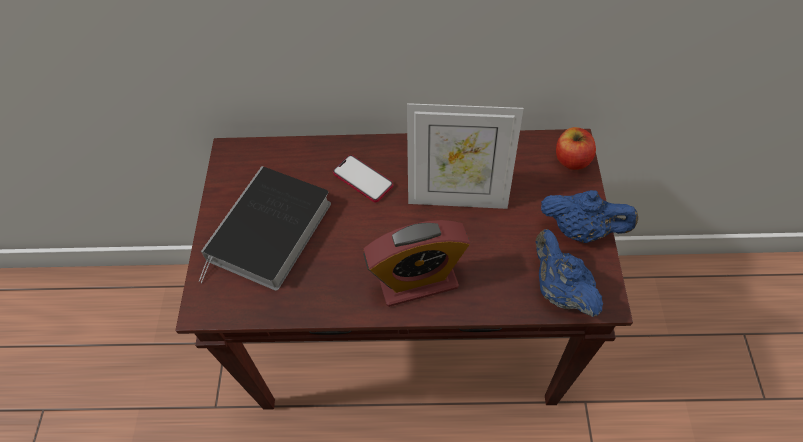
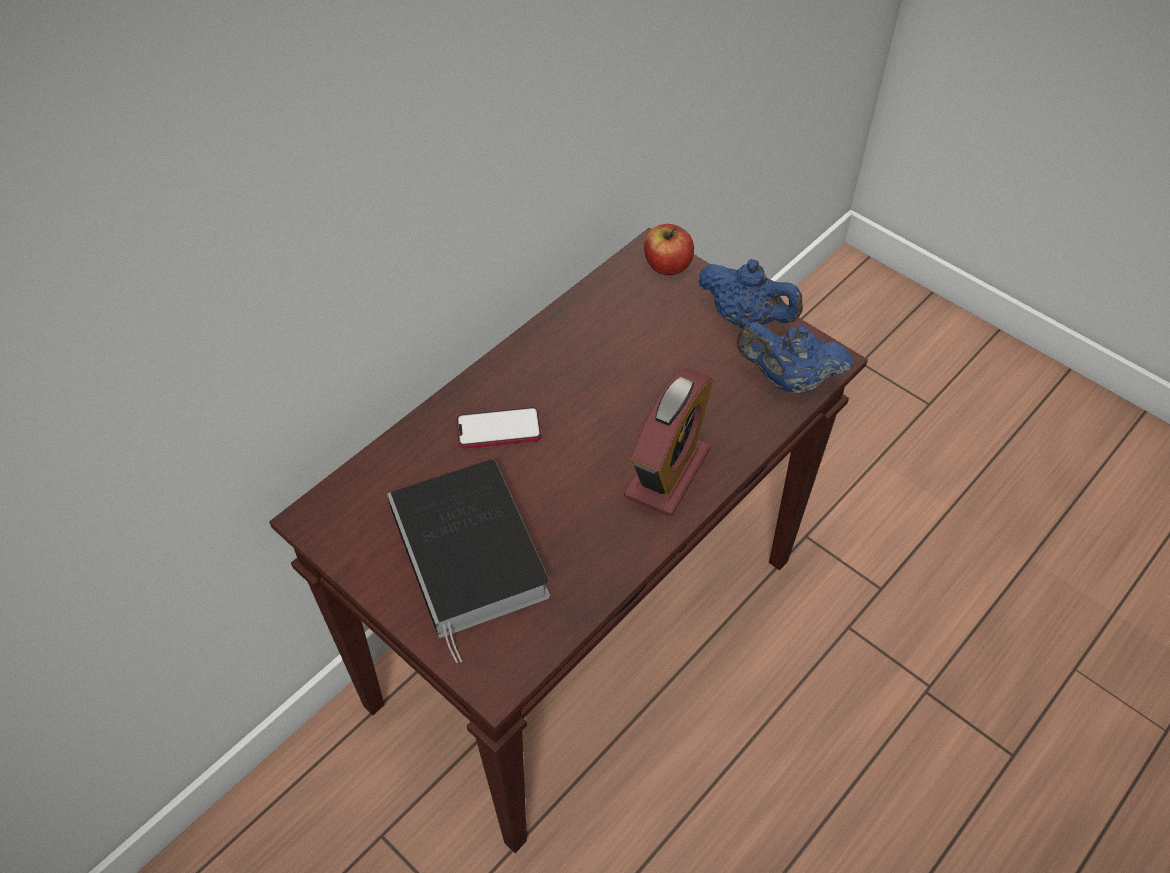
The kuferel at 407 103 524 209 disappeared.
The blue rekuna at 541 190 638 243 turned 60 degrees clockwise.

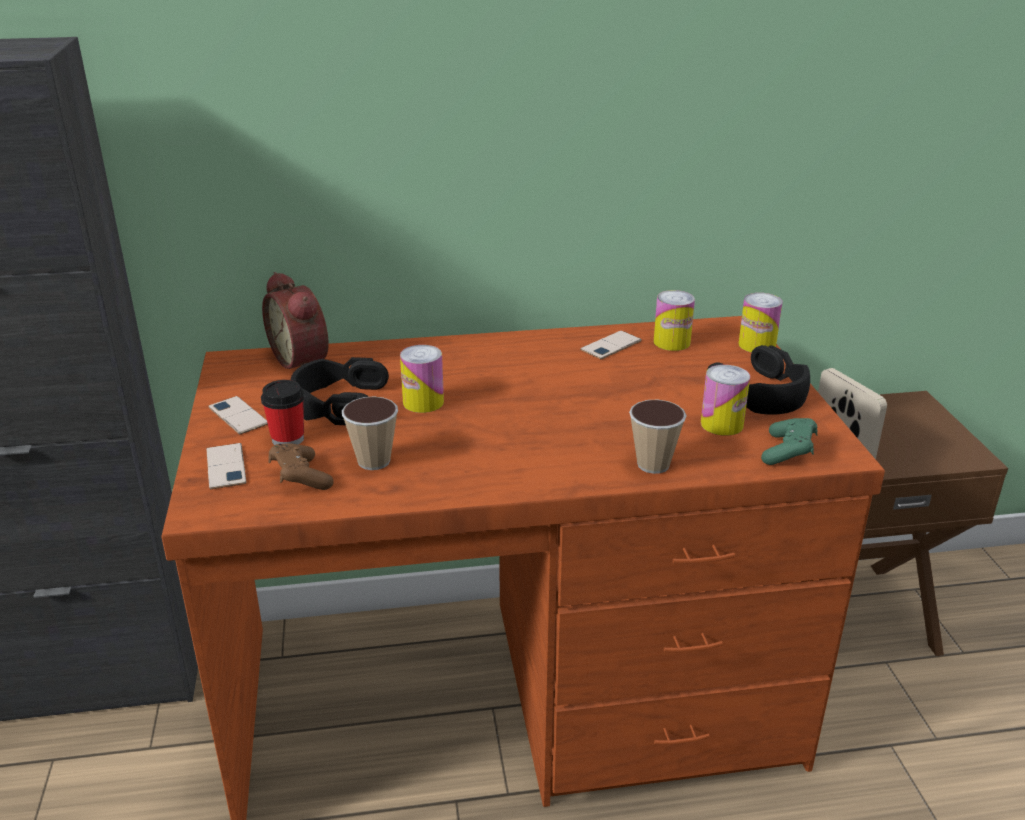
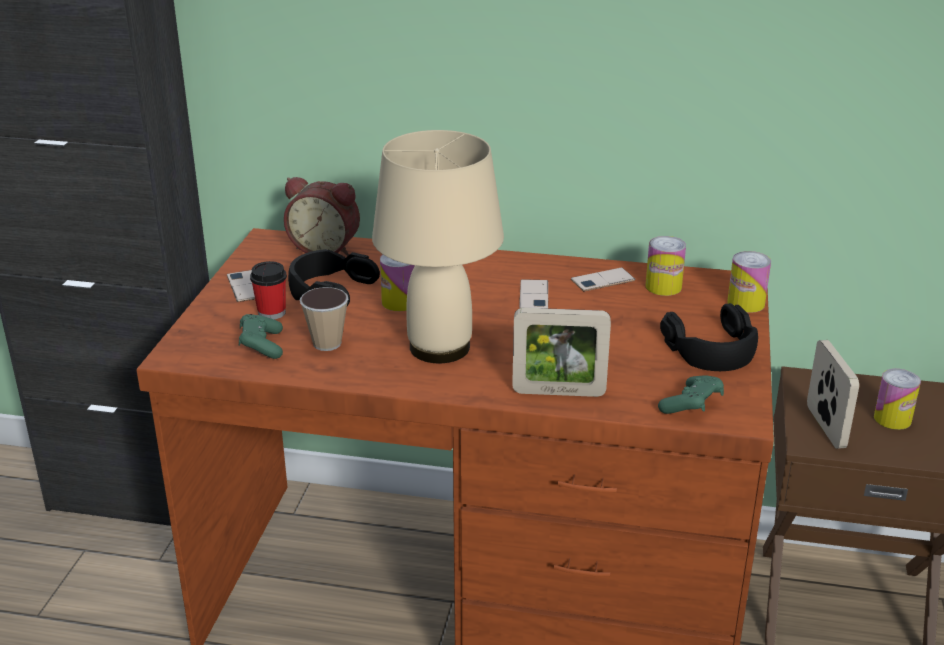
The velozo at 262 272 328 369 turned 60 degrees counterclockwise.
The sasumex moved from 701 365 750 436 to 874 369 921 430.
The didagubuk at 629 400 687 474 was replaced by the kuferel at 512 308 611 397.
The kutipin moved from 206 443 246 489 to 519 279 549 309.
The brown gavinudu at 268 443 334 490 became the green gavinudu at 238 314 283 359.
The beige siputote at 372 130 504 364 appeared.

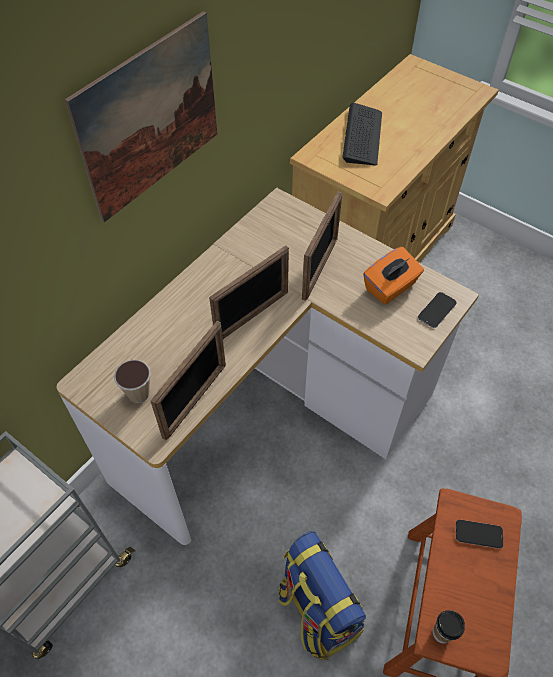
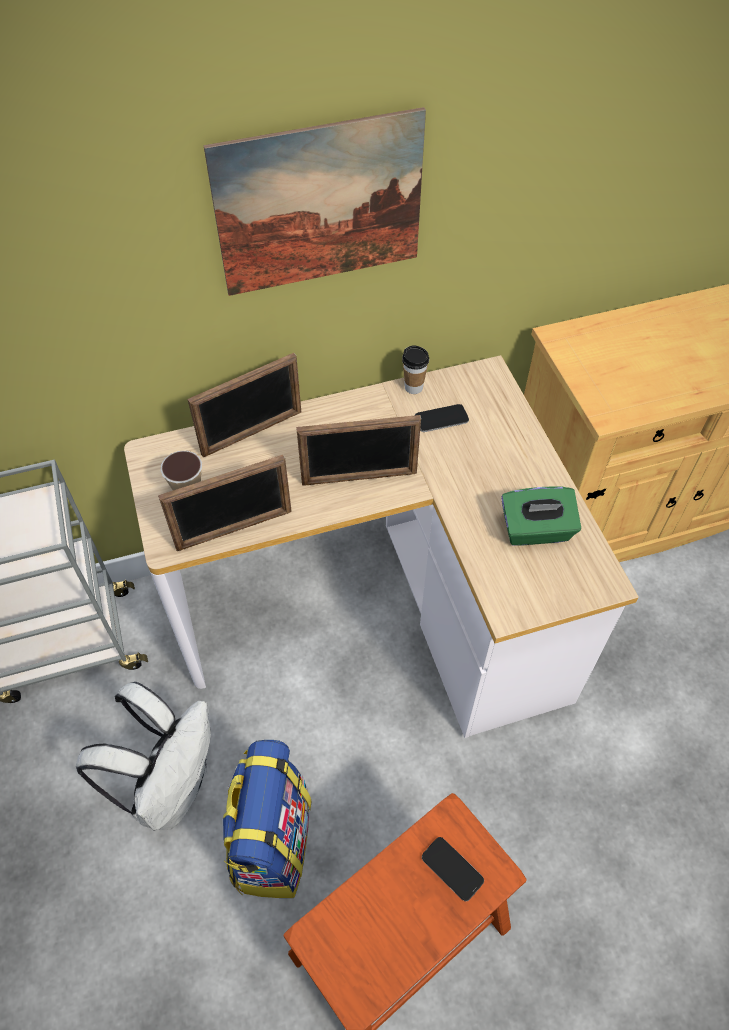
The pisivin at 342 103 382 165 disappeared.
The kuferel moved from 302 192 342 301 to 187 353 301 458.
The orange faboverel at 363 247 424 304 became the green faboverel at 501 487 581 546.
The kutipin moved from 418 292 457 328 to 415 404 469 432.
The didagubuk moved from 433 610 465 643 to 402 346 429 394.
The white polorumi at 76 682 211 831 appeared.

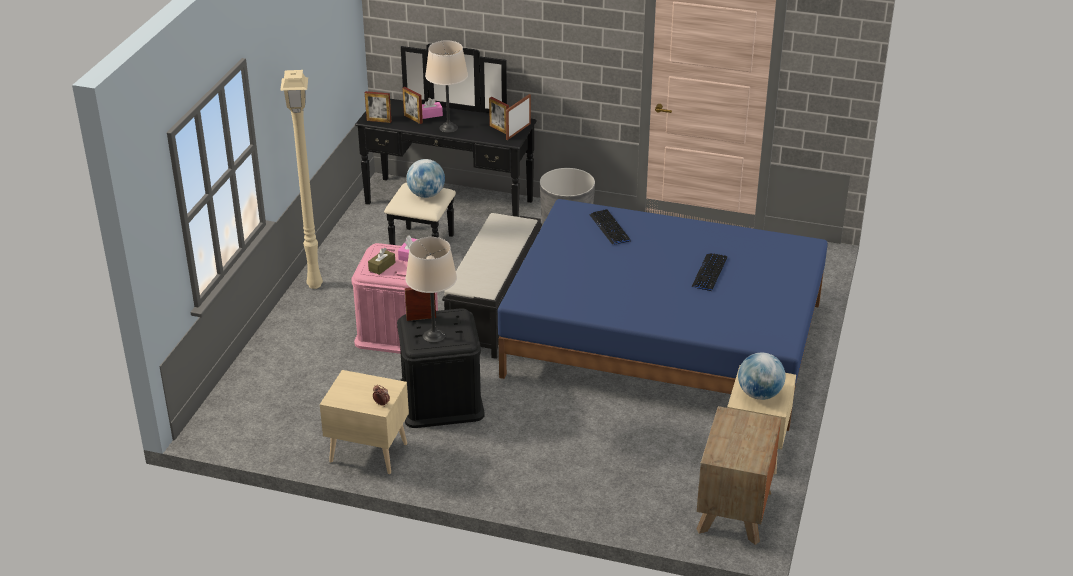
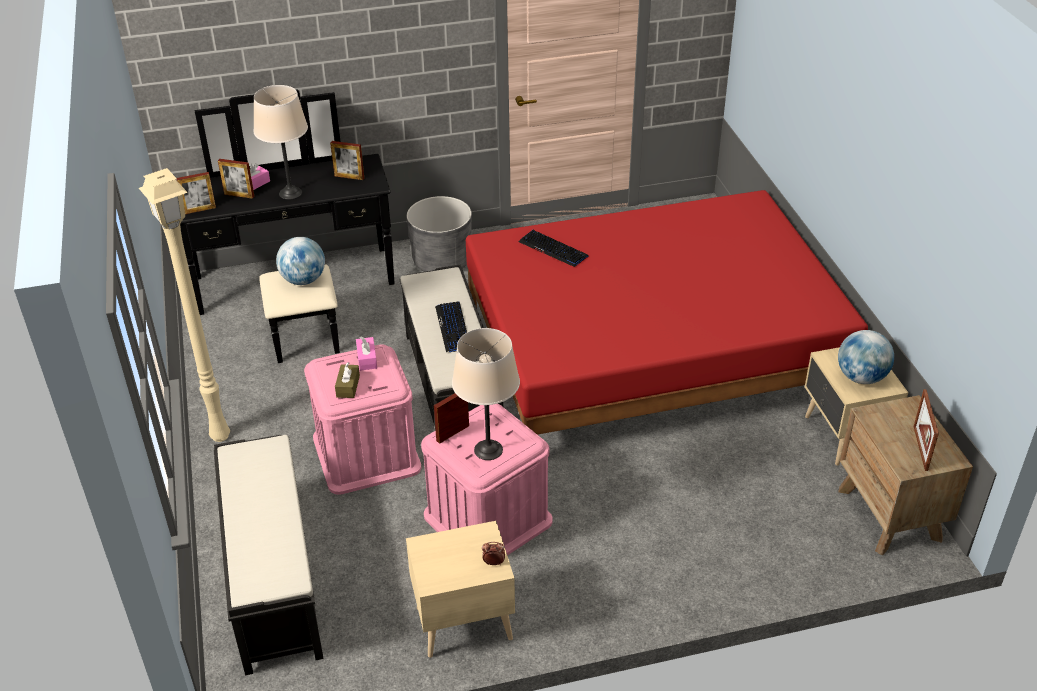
The kuferel moved from 506 94 531 140 to 913 389 939 471.
The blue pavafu at 498 199 828 431 became the red pavafu at 466 190 868 435.
The pisivin moved from 692 253 727 291 to 435 302 467 352.
The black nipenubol at 397 308 484 428 became the pink nipenubol at 421 404 553 555.
The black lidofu at 214 435 324 675 appeared.

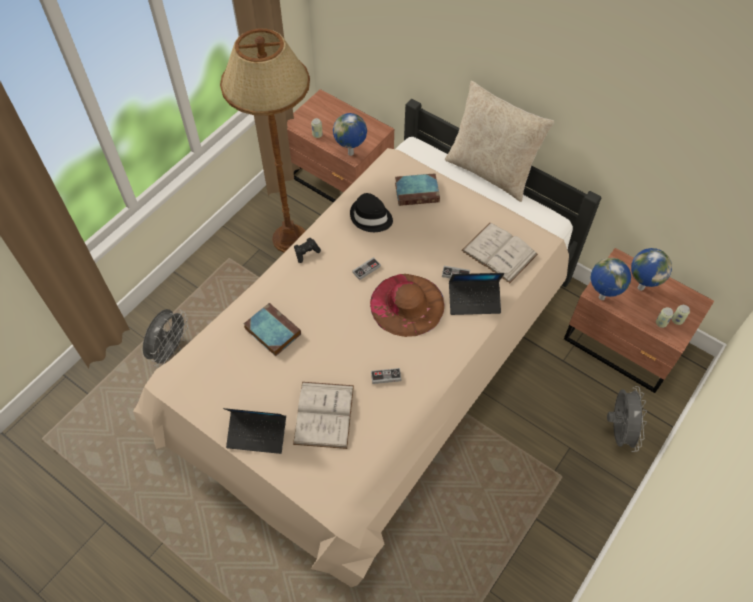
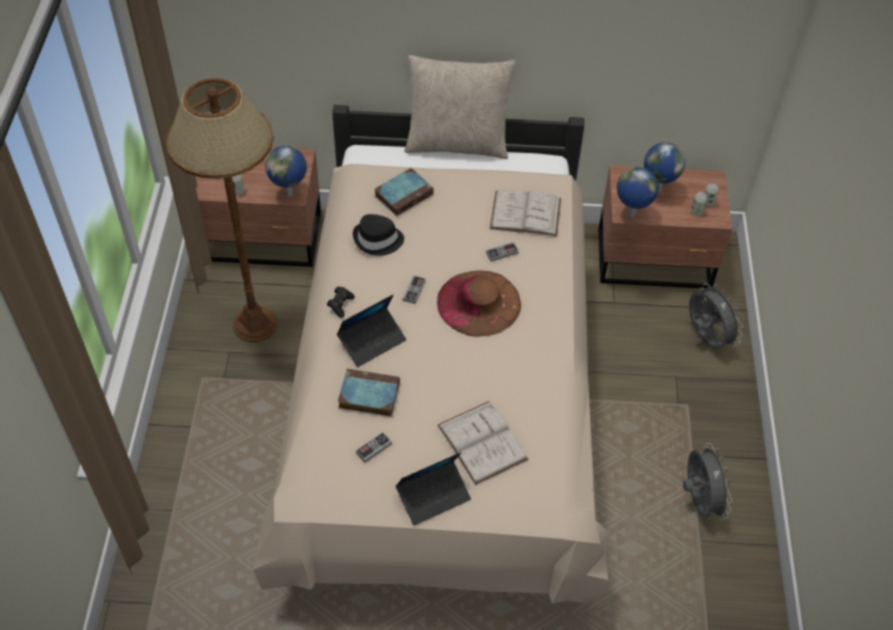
The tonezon moved from 449 273 505 315 to 337 295 406 367.
The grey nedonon moved from 143 309 188 368 to 683 443 732 521.
The gavinudu moved from 371 368 401 384 to 356 432 392 463.

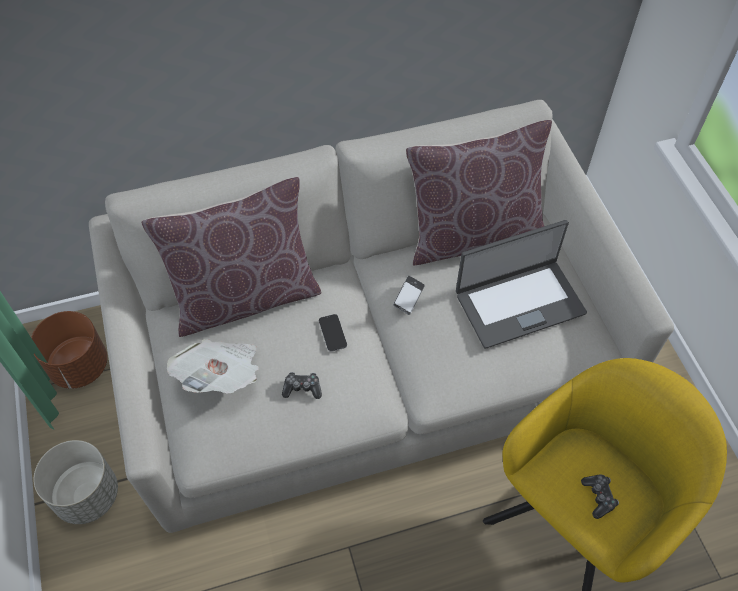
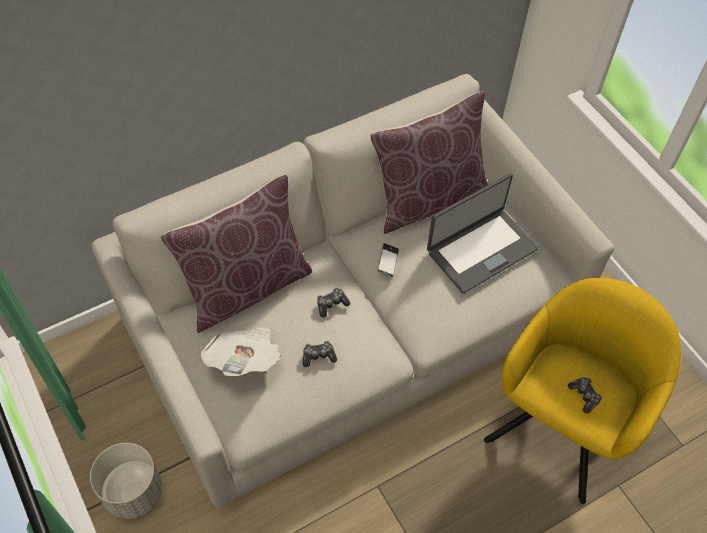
The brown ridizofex at 31 311 108 389 disappeared.
The kutipin at 319 314 347 352 was replaced by the gavinudu at 317 288 350 318.

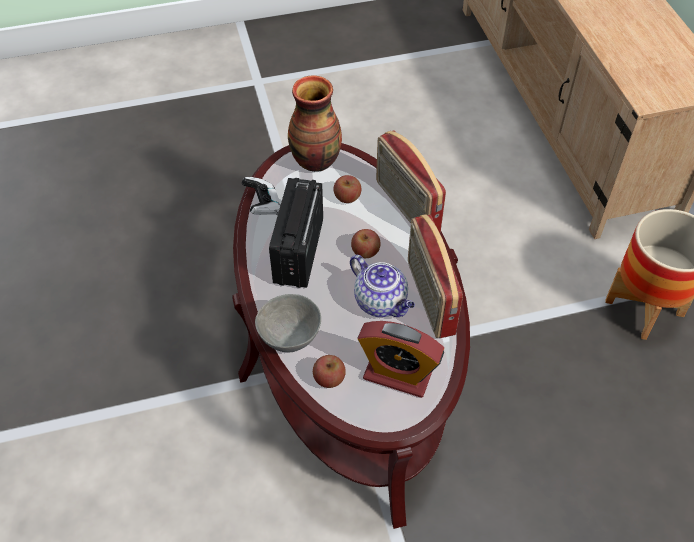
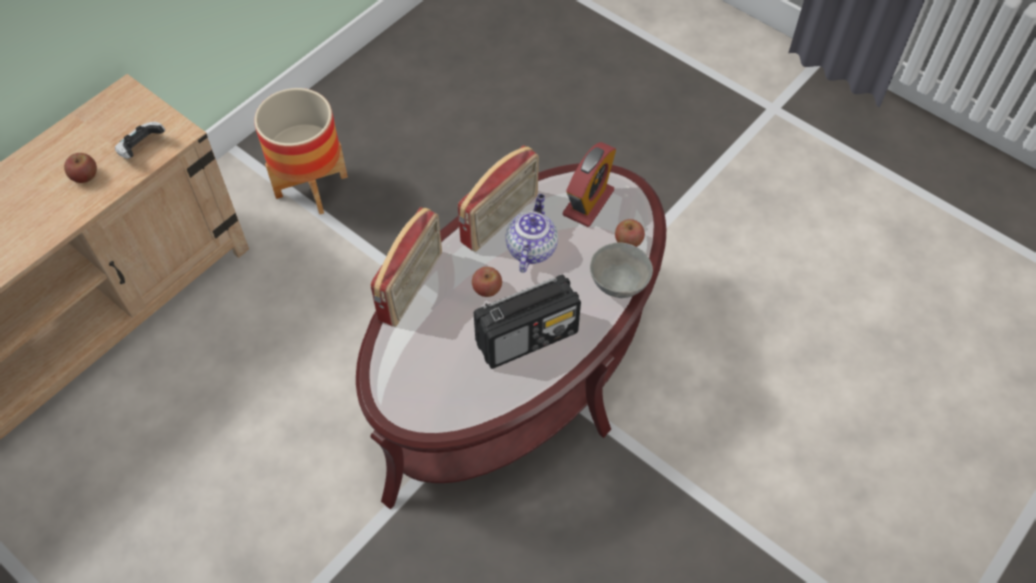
The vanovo at 288 75 342 172 disappeared.
The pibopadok moved from 334 175 361 203 to 64 153 97 183.
The gavinudu moved from 242 177 280 215 to 115 122 165 159.
The velozo at 357 321 444 398 turned 45 degrees clockwise.

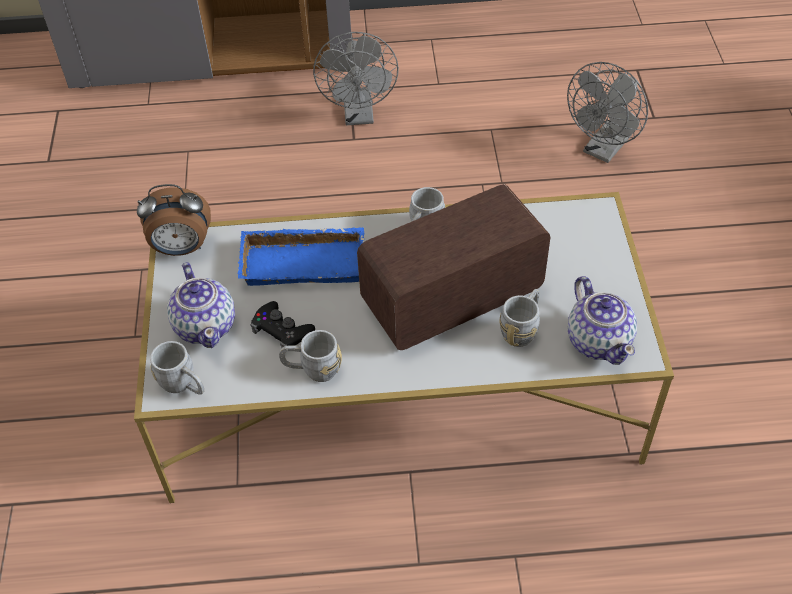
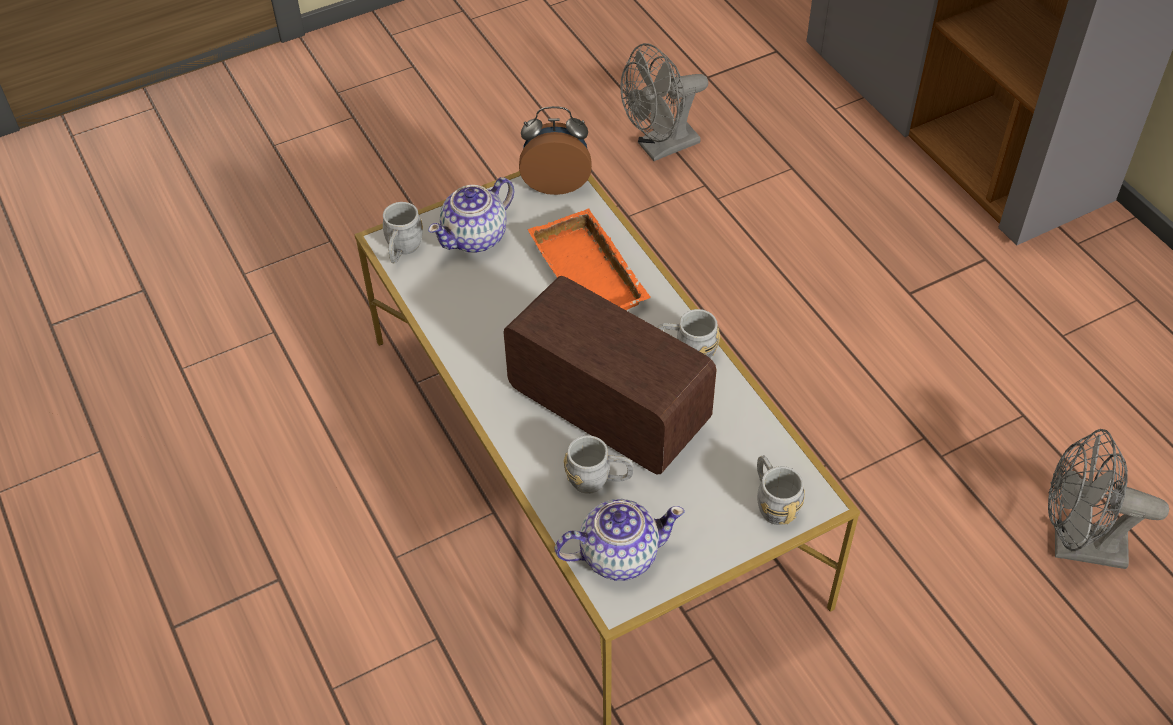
The grey nedonon moved from 313 32 399 125 to 620 43 708 161.
The velozo at 137 184 211 256 turned 120 degrees clockwise.
The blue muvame at 238 227 364 286 became the orange muvame at 528 208 651 310.
The rekuna at 568 276 637 365 turned 150 degrees counterclockwise.
The black gavinudu at 250 301 315 353 disappeared.
The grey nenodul moved from 279 330 342 382 to 757 455 805 525.

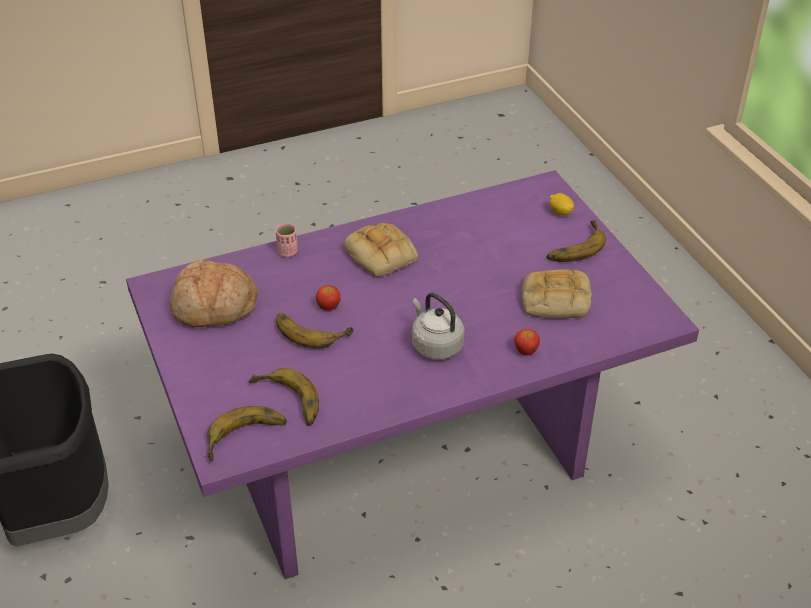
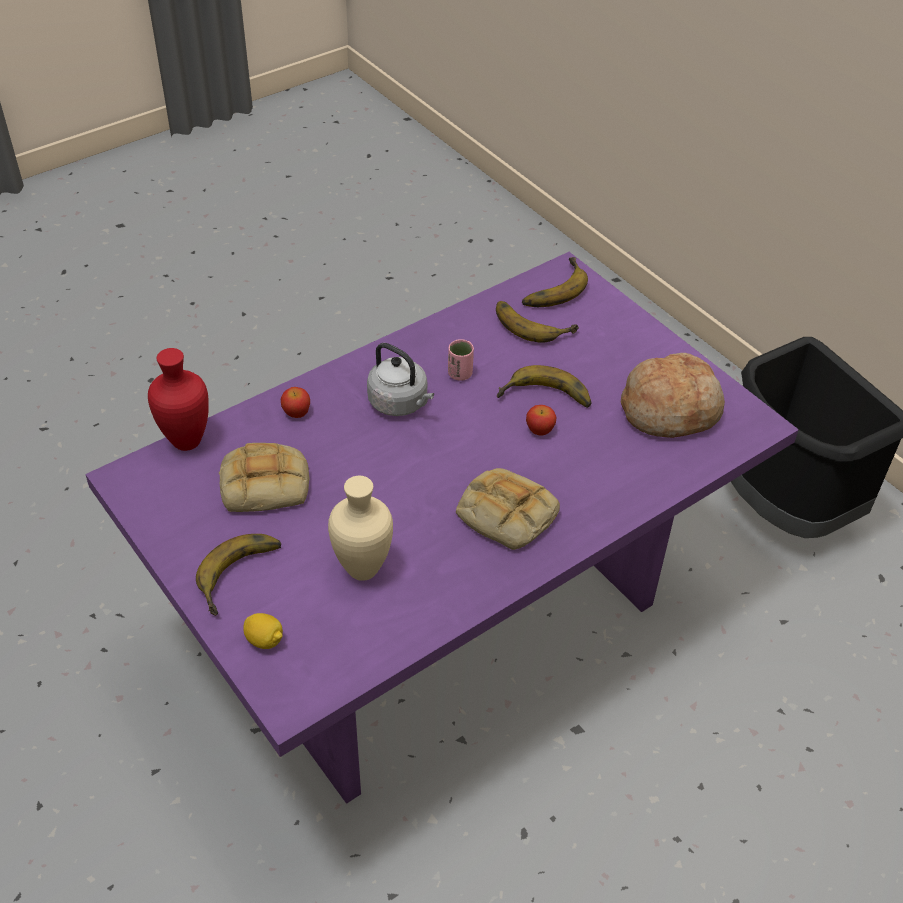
The pink didagubuk moved from 276 223 298 257 to 448 339 474 381.
The red vanovo at 148 348 209 451 appeared.
The beige vanovo at 328 476 393 581 appeared.

